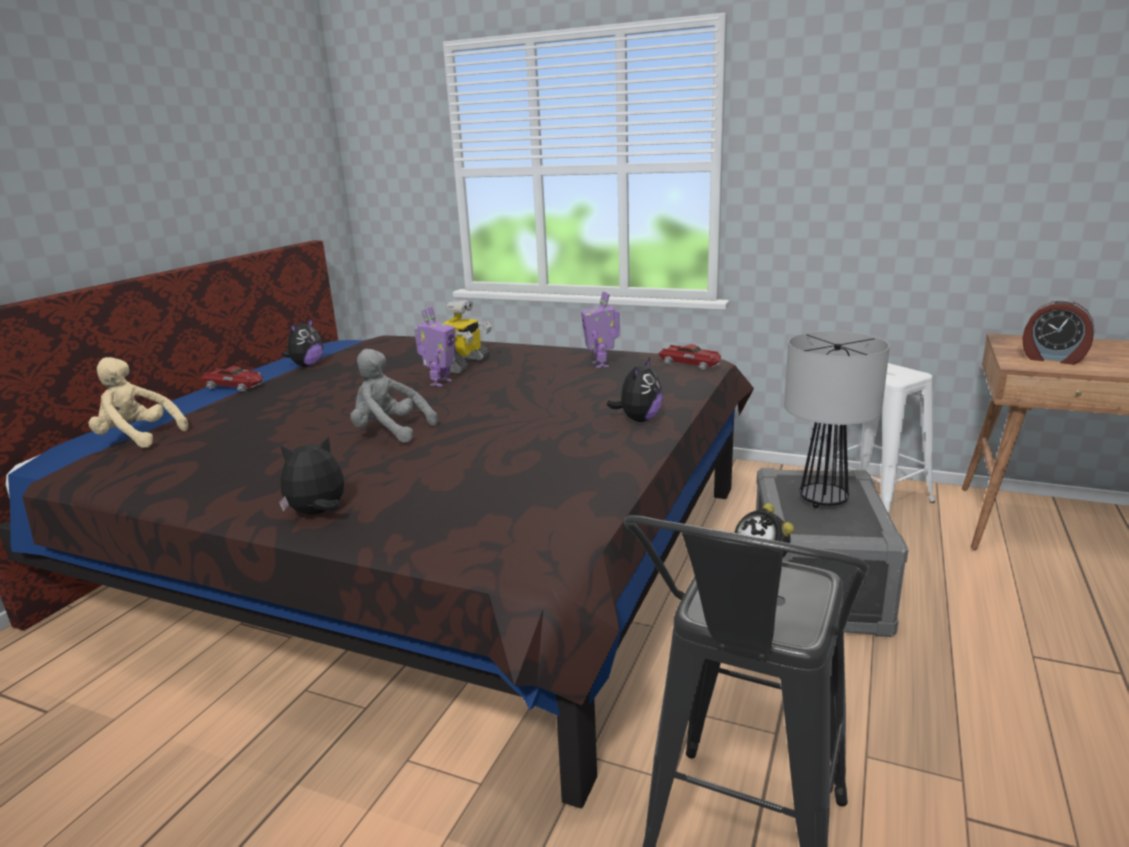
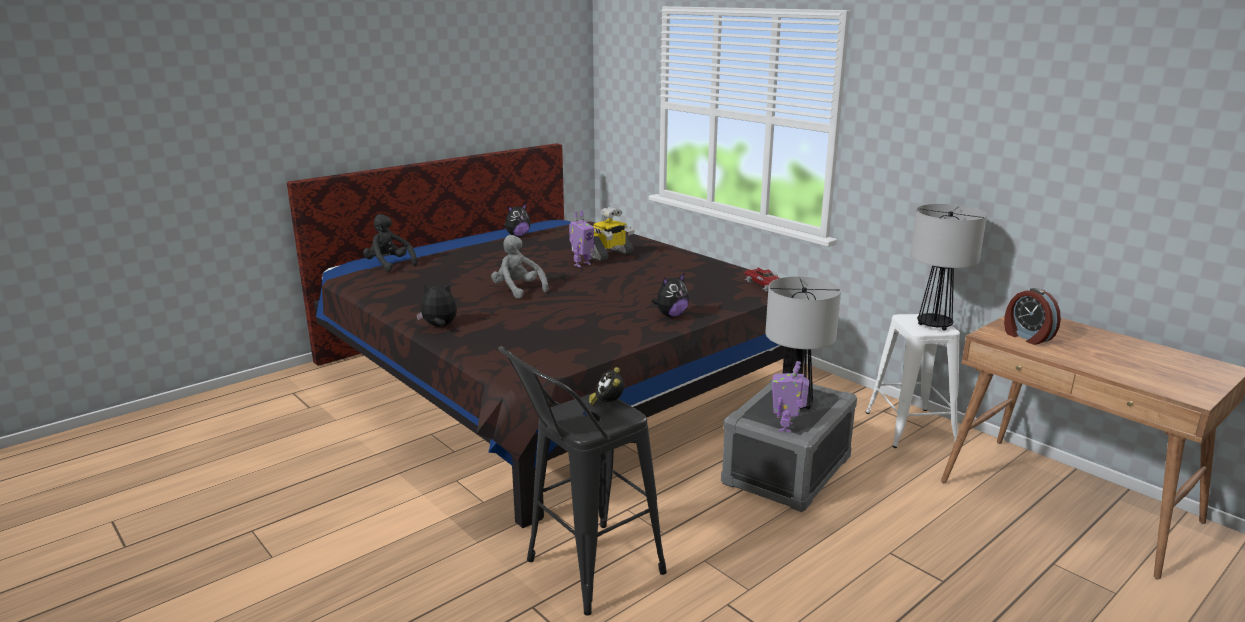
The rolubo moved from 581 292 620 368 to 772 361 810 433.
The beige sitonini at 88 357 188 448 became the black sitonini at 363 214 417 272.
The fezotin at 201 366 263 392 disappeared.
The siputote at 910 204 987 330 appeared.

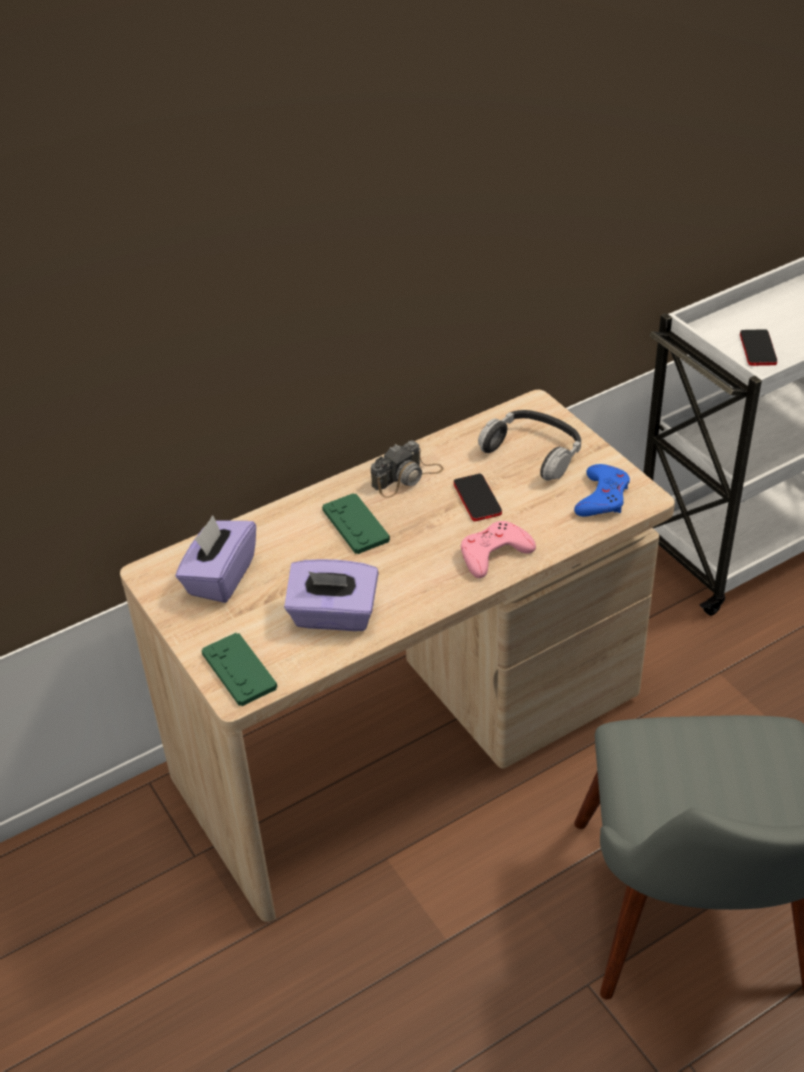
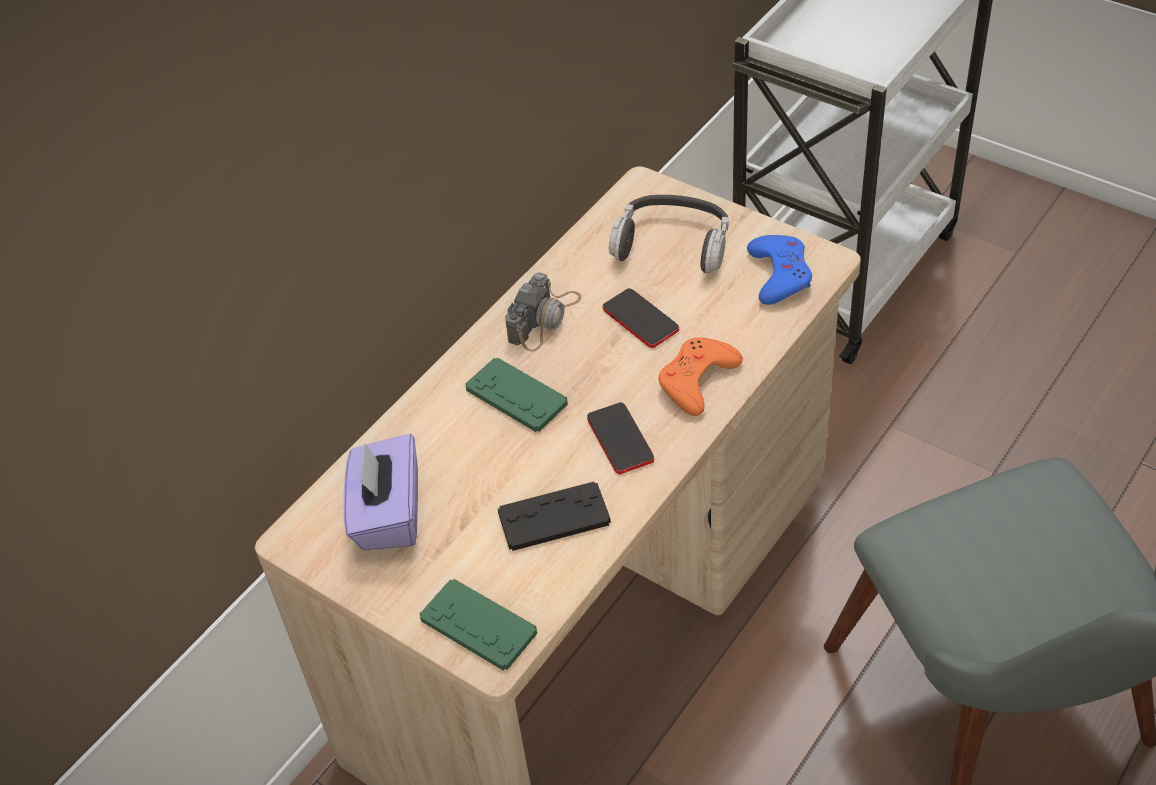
The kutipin moved from 740 329 777 366 to 587 402 654 474.
The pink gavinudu at 461 521 536 578 became the orange gavinudu at 658 337 743 416.
The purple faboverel at 284 559 379 631 was replaced by the black gavinudu at 498 482 611 551.

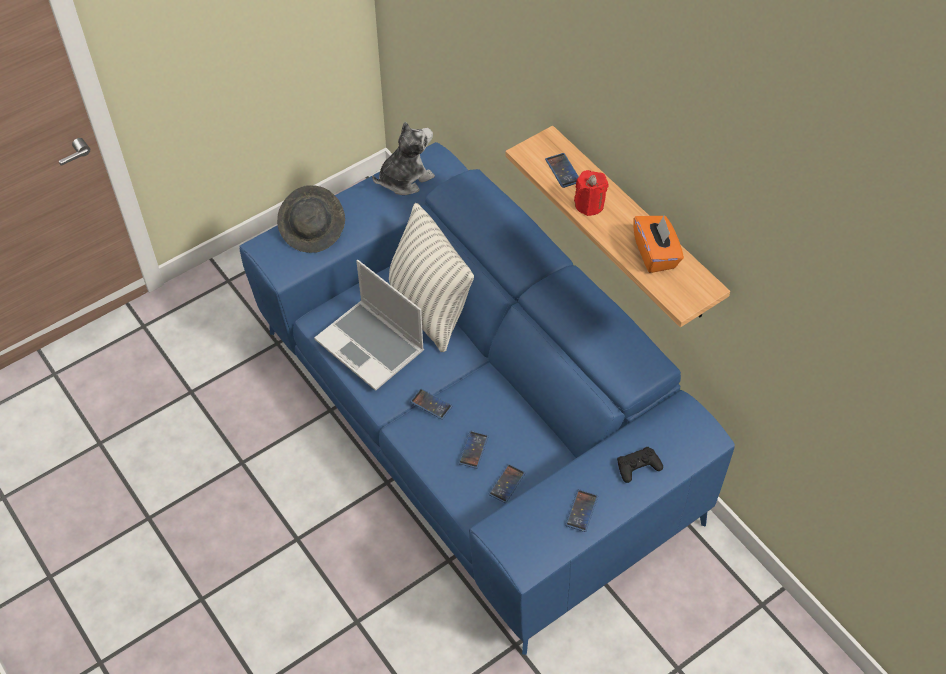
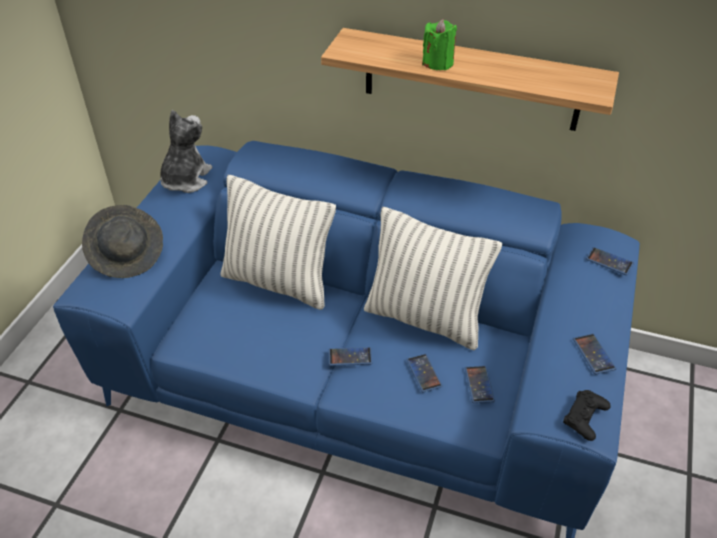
The kutipin moved from 545 153 579 188 to 586 247 634 275.
The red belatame at 574 170 608 216 became the green belatame at 422 19 457 70.
The orange faboverel at 633 216 684 273 disappeared.
The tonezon at 314 260 424 391 disappeared.
The black gavinudu moved from 617 447 663 483 to 563 390 610 441.
The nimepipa at 364 207 502 350 appeared.

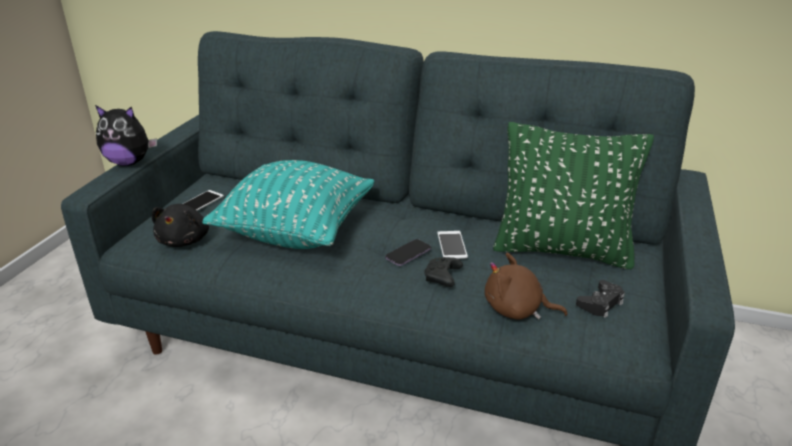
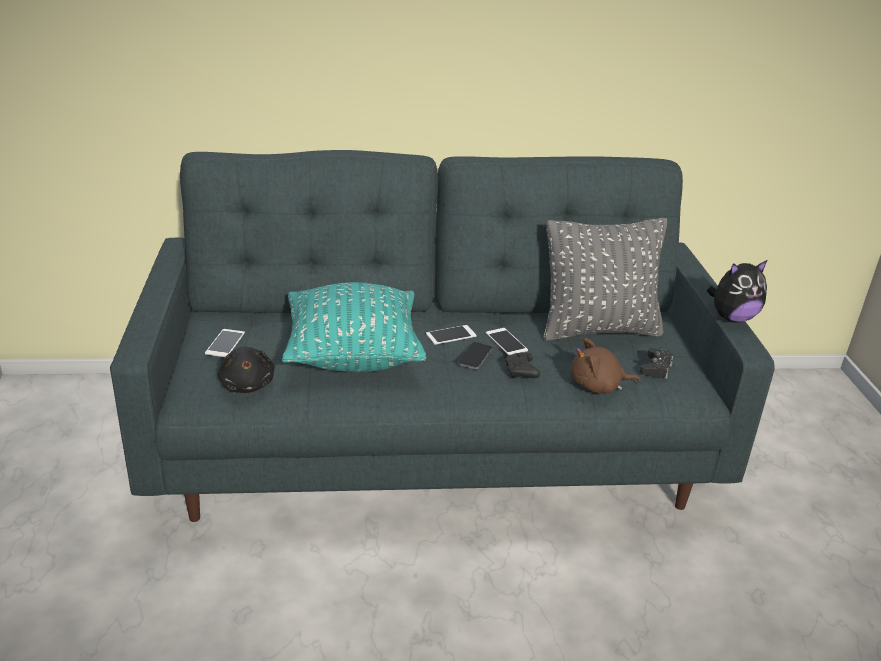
The sitonini moved from 95 105 157 166 to 707 260 767 322.
The green nimepipa at 493 122 654 269 became the grey nimepipa at 543 218 667 341.
The kutipin at 426 325 477 345 appeared.

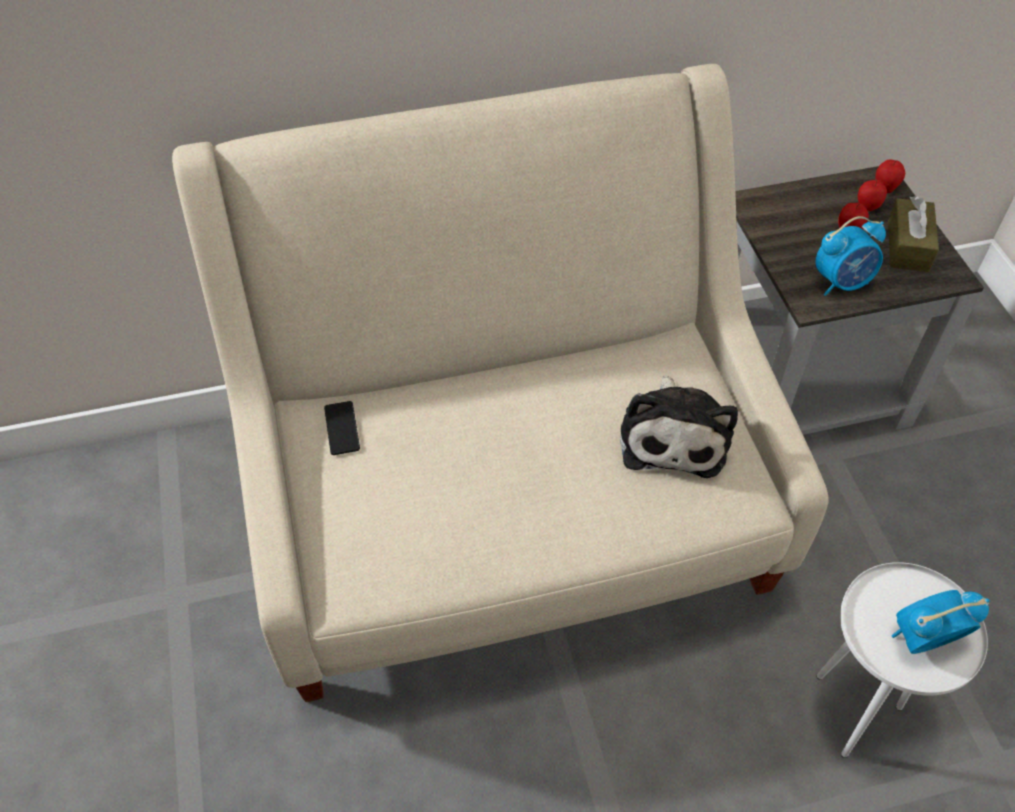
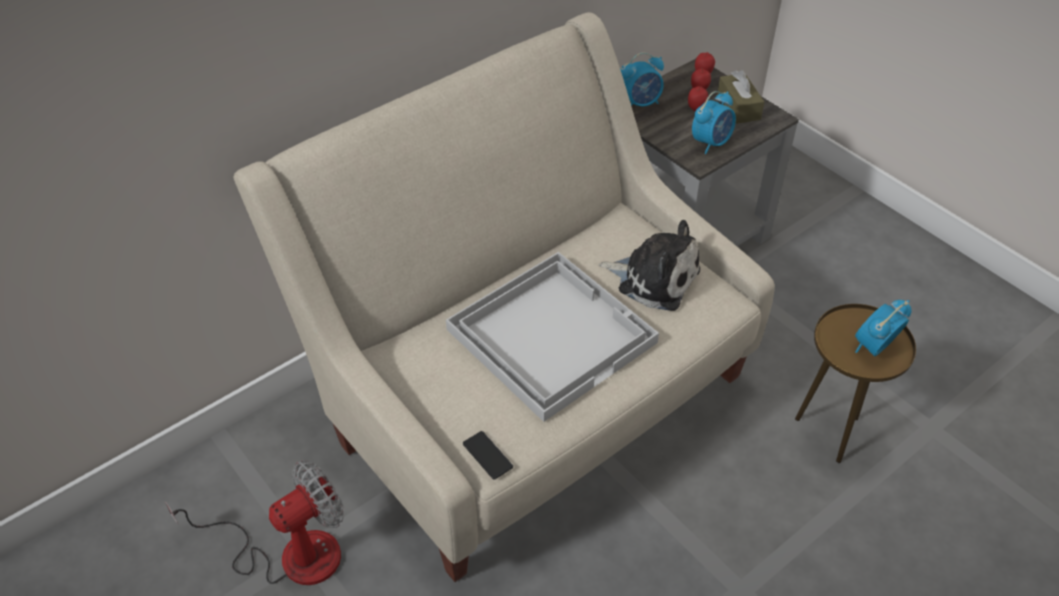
The sitonini at 620 375 738 478 turned 45 degrees counterclockwise.
The kutipin moved from 324 401 360 455 to 463 431 513 479.
The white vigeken at 816 562 988 758 became the brown vigeken at 795 304 916 463.
The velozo at 620 52 664 106 appeared.
The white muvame at 446 252 659 422 appeared.
The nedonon at 165 461 344 585 appeared.

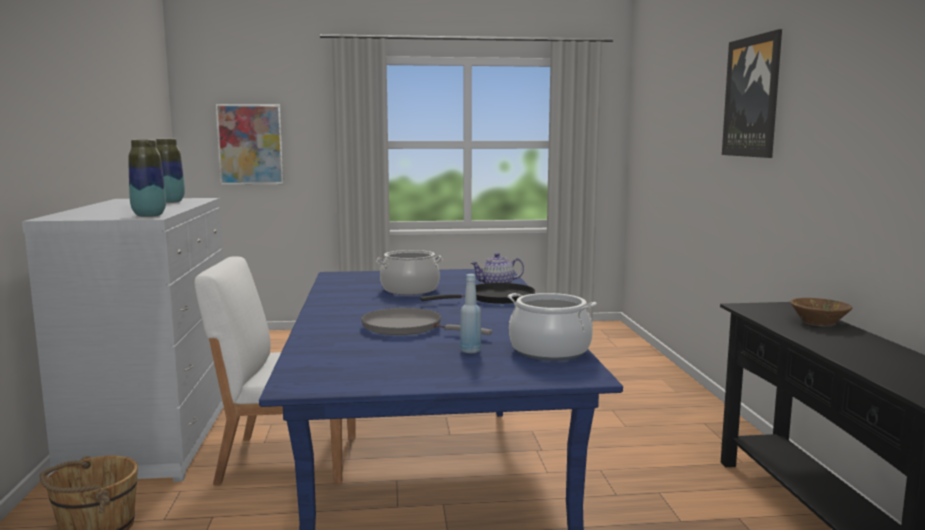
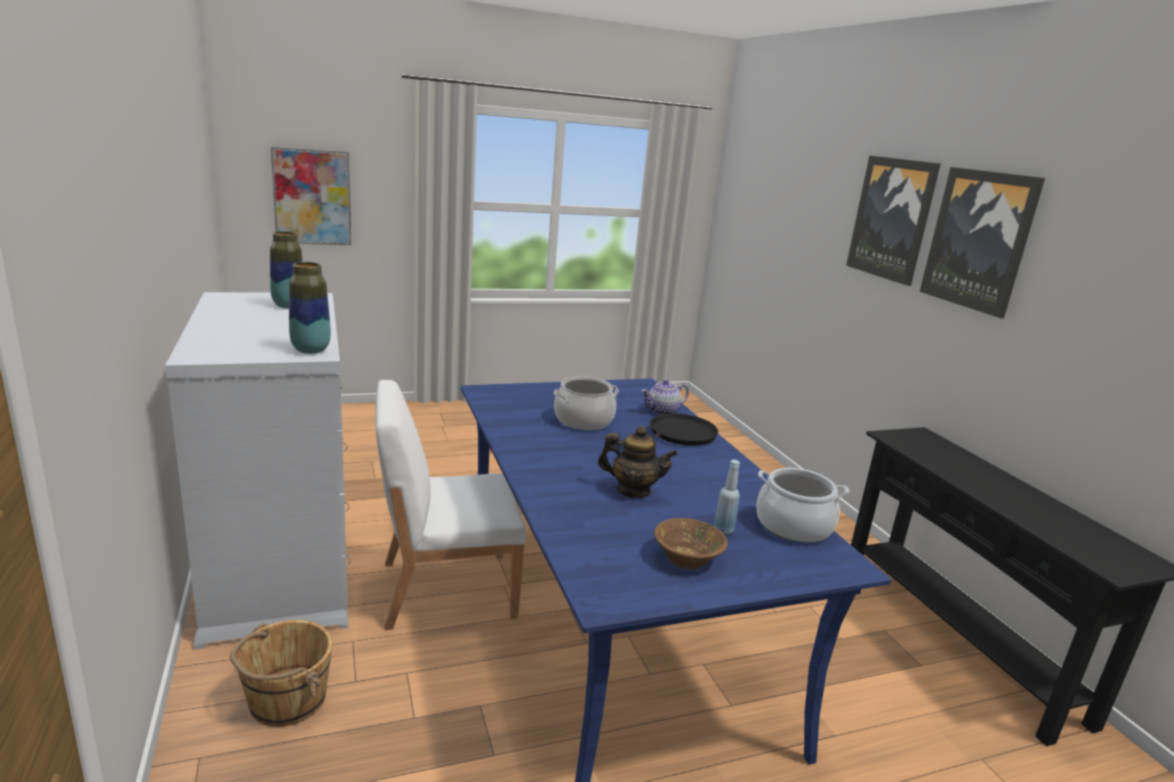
The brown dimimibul moved from 790 298 852 327 to 654 518 728 569.
The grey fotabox at 361 308 492 335 was replaced by the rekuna at 598 426 678 498.
The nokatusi at 920 167 1045 318 appeared.

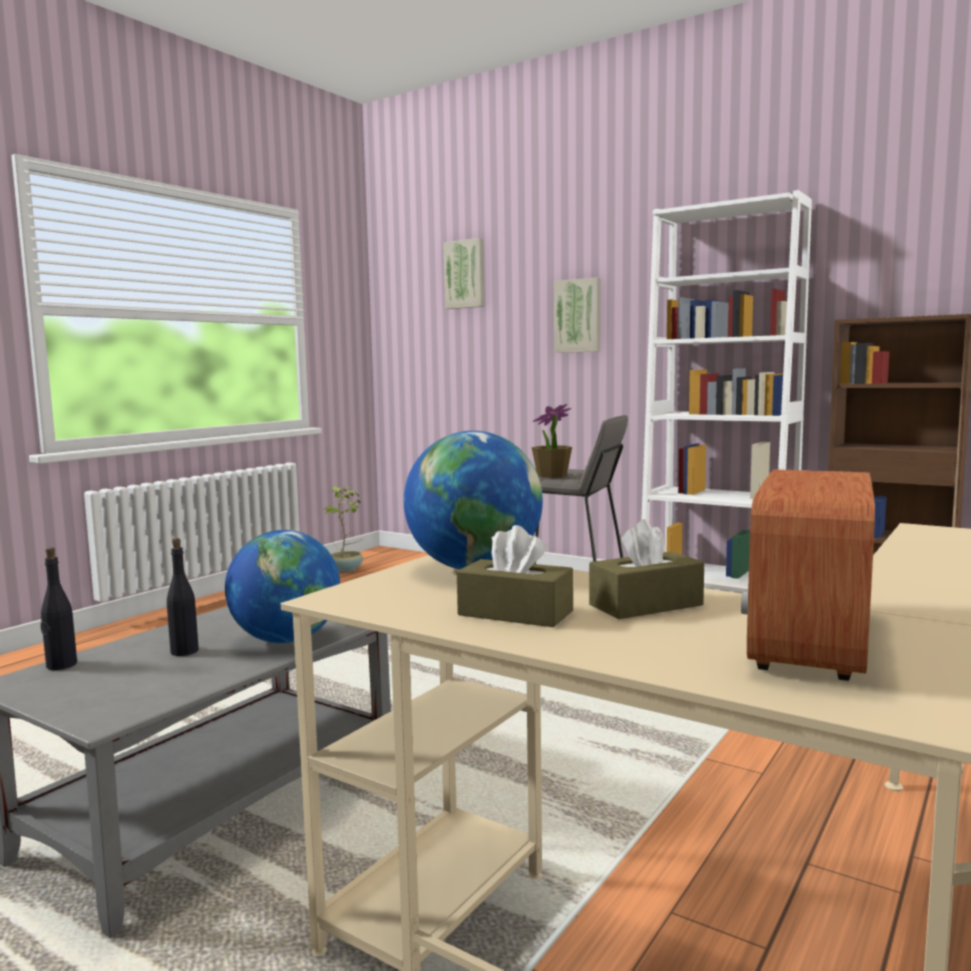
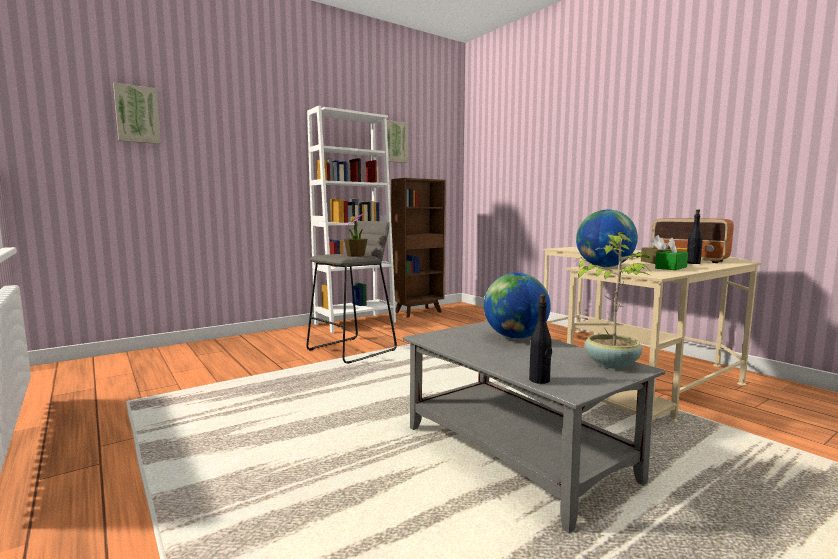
The nokatusi moved from 554 277 600 353 to 387 120 408 163.
The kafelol moved from 325 486 363 572 to 574 232 650 369.
The brown faboverel at 457 525 573 627 became the green faboverel at 655 238 688 270.
The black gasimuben moved from 167 538 199 656 to 687 210 703 264.

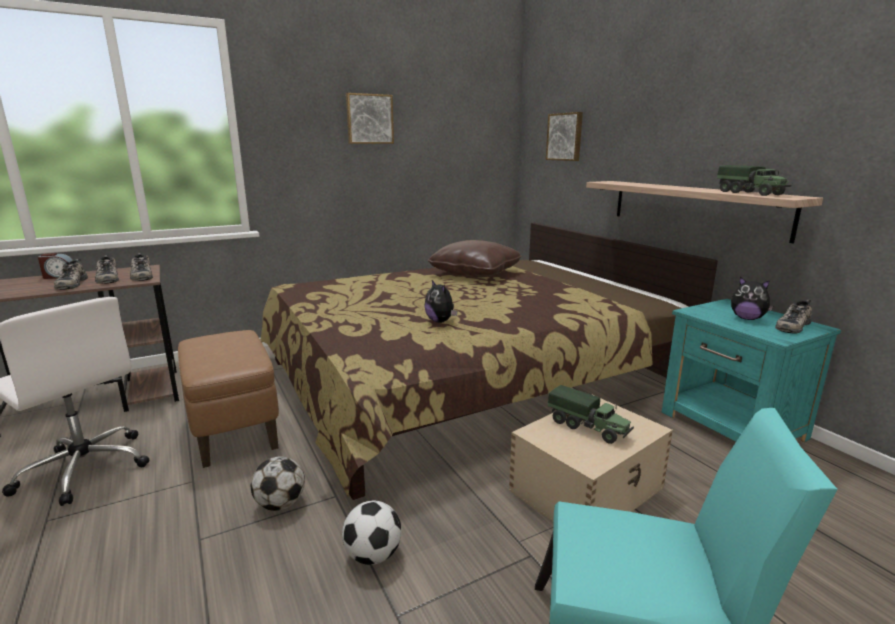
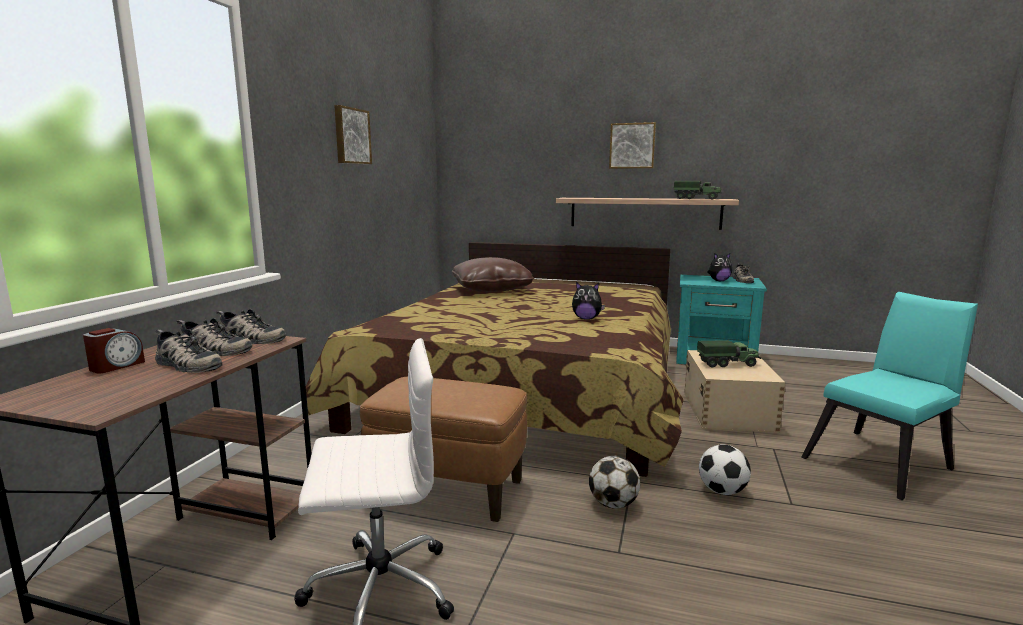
The nokatusi moved from 546 112 583 161 to 609 122 656 169.

